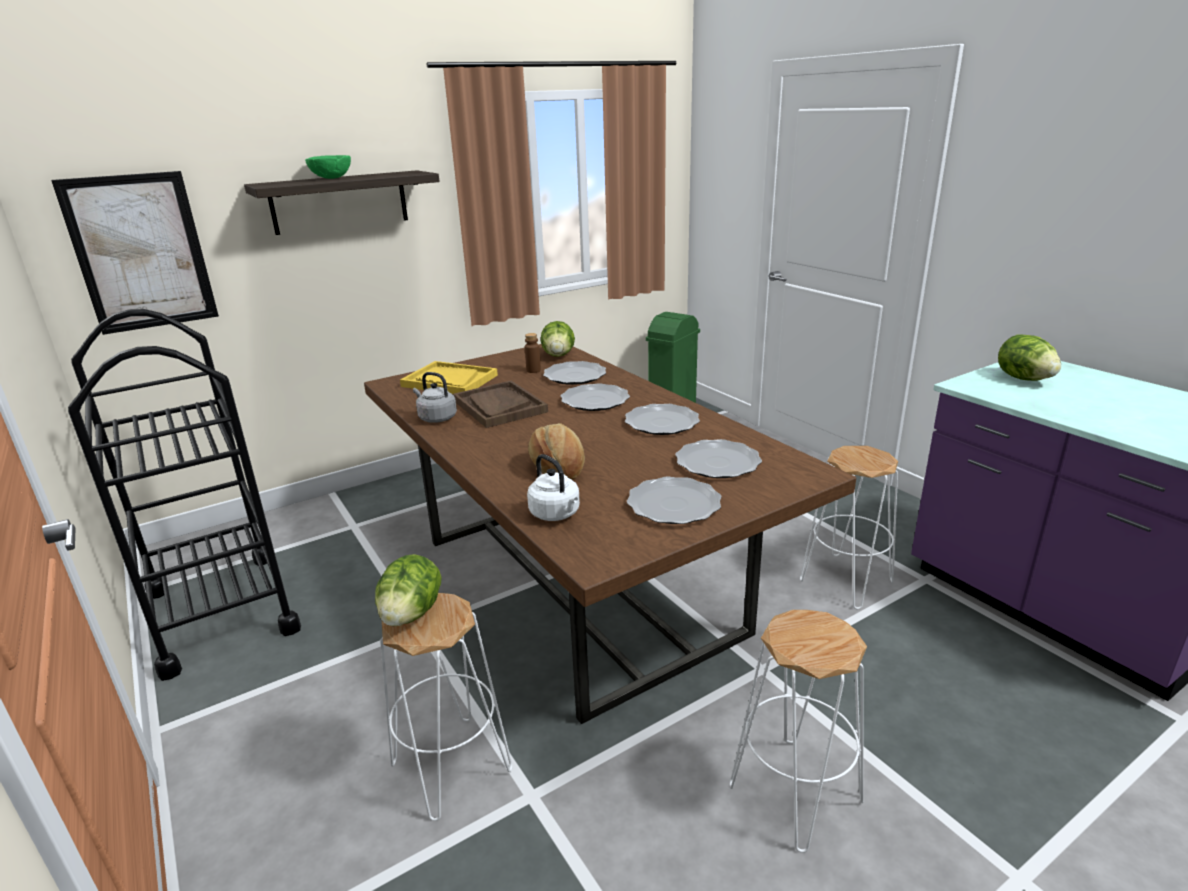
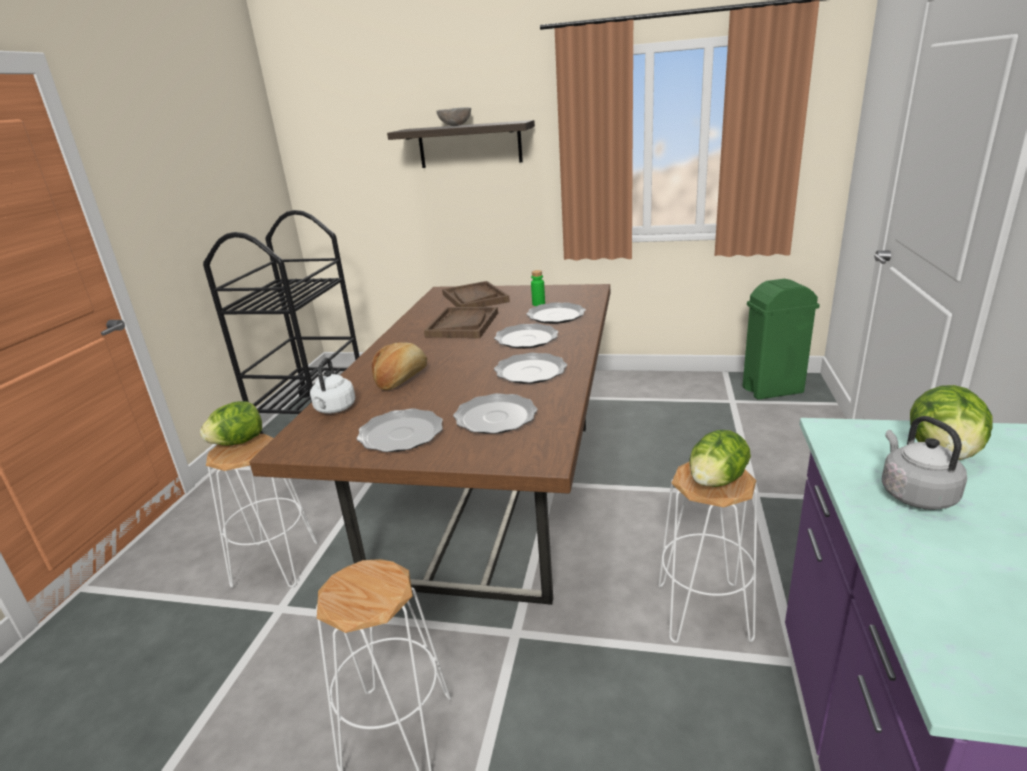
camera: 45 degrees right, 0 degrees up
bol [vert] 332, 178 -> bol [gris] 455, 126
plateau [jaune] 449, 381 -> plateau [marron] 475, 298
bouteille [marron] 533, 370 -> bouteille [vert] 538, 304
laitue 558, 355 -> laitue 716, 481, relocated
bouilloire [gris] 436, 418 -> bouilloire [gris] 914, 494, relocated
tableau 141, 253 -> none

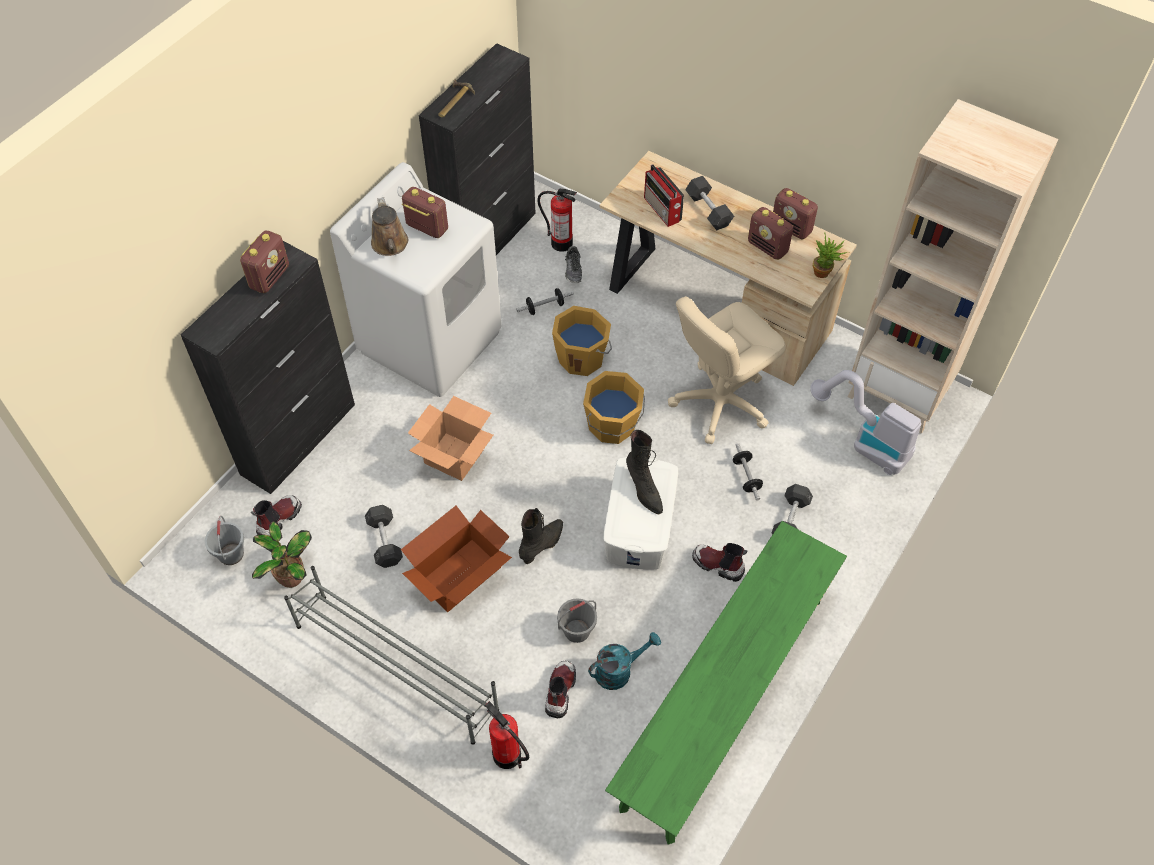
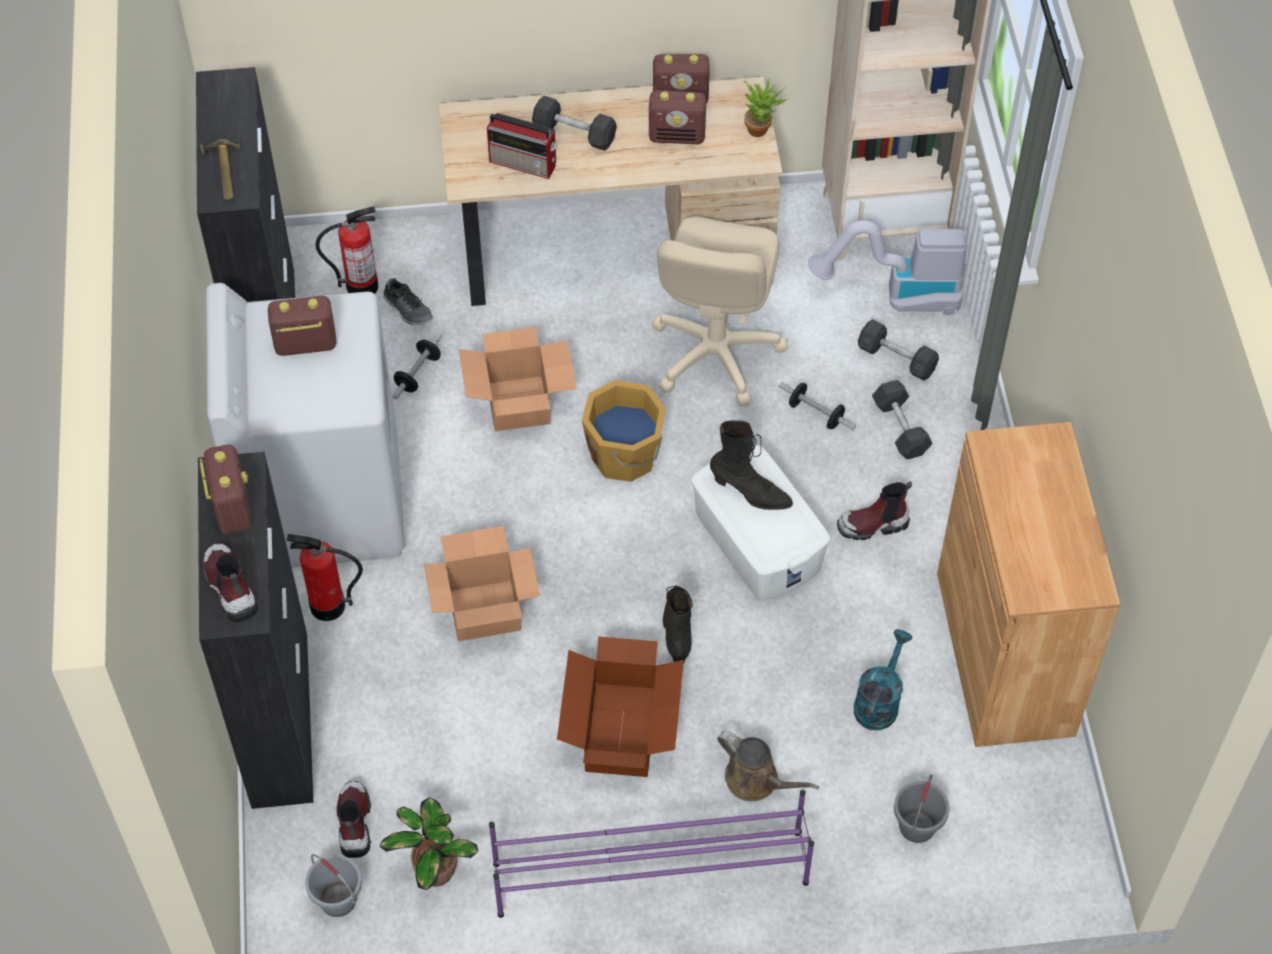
camera: 40 degrees left, 0 degrees up
botte 560, 691 -> botte 229, 587, relocated
extincteur 507, 755 -> extincteur 328, 606, relocated
seau [orange] 582, 357 -> carton 517, 403
étagère à chaussures [gris] 395, 666 -> étagère à chaussures [violet] 649, 872
arrosoir [marron] 390, 245 -> arrosoir [marron] 756, 780, relocated
haltère [gris] 385, 541 -> haltère [gris] 896, 359, relocated
seau [gris] 577, 630 -> seau [gris] 916, 826, relocated
banc [vert] 724, 700 -> meuble de rangement [marron] 1004, 653

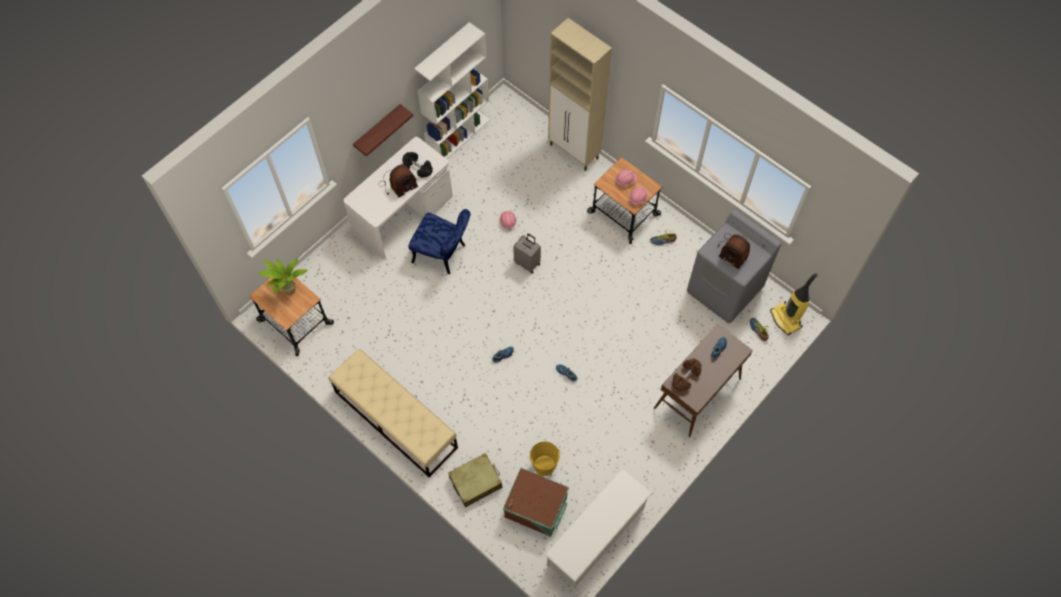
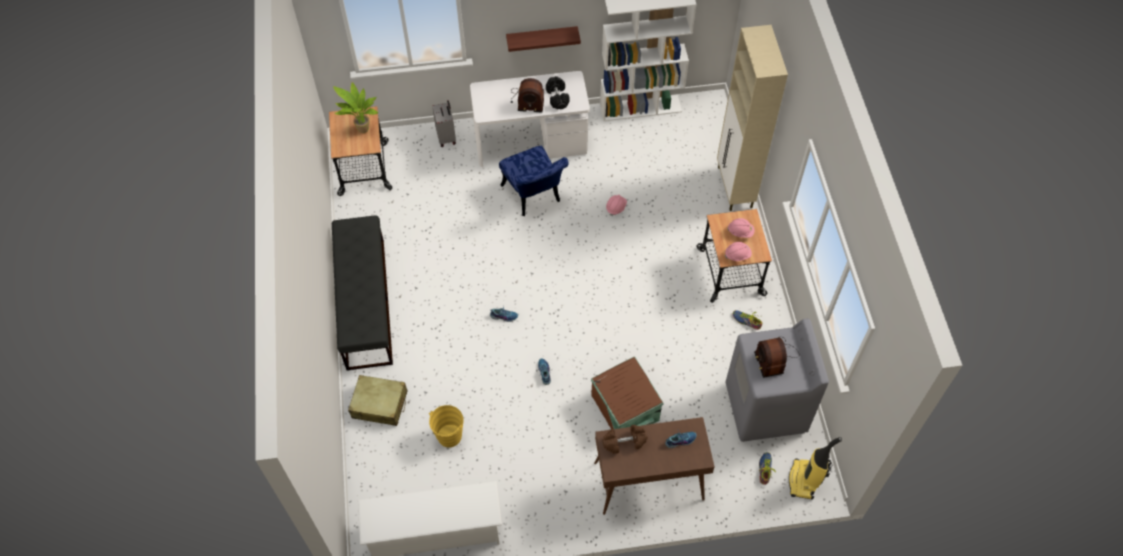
camera: 40 degrees right, 5 degrees down
banc [beige] 395, 419 -> banc [noir] 365, 303
valise [gris] 527, 263 -> valise [gris] 447, 137, relocated
boîte de rangement [marron] 536, 509 -> boîte de rangement [marron] 624, 409, relocated

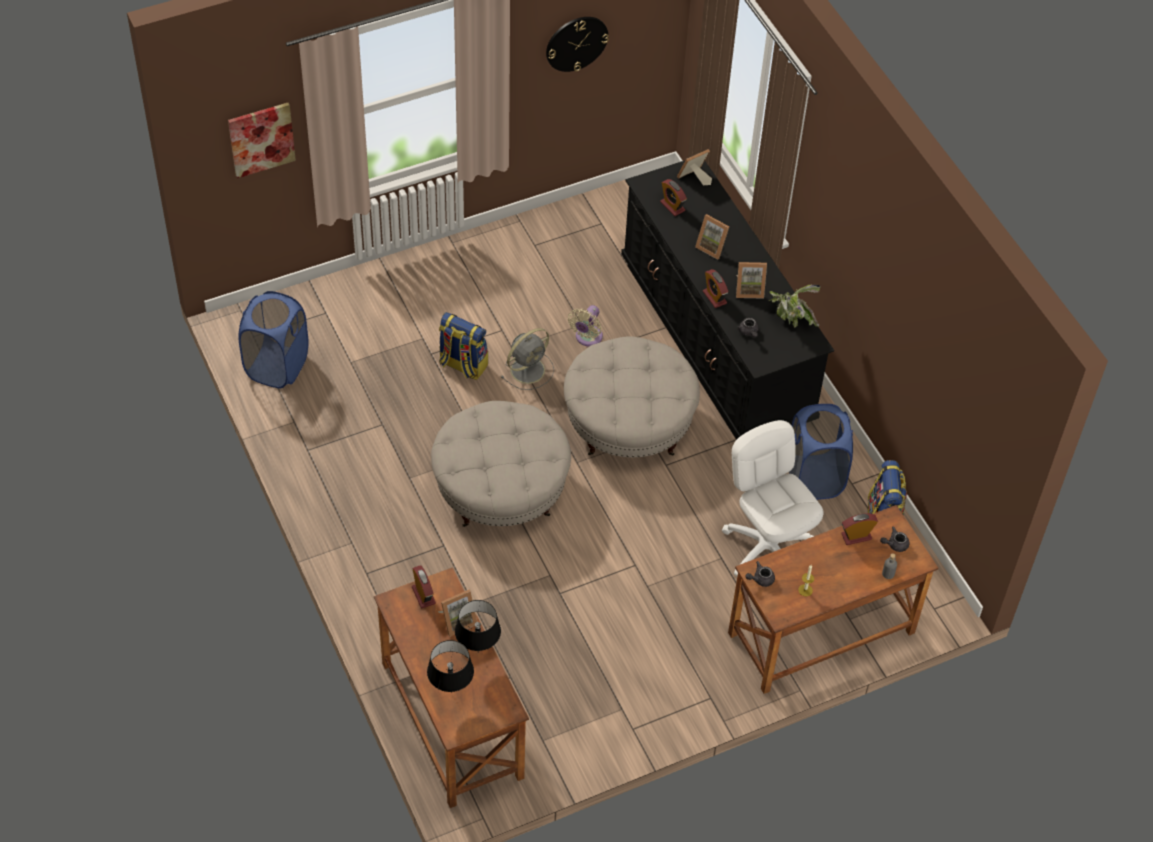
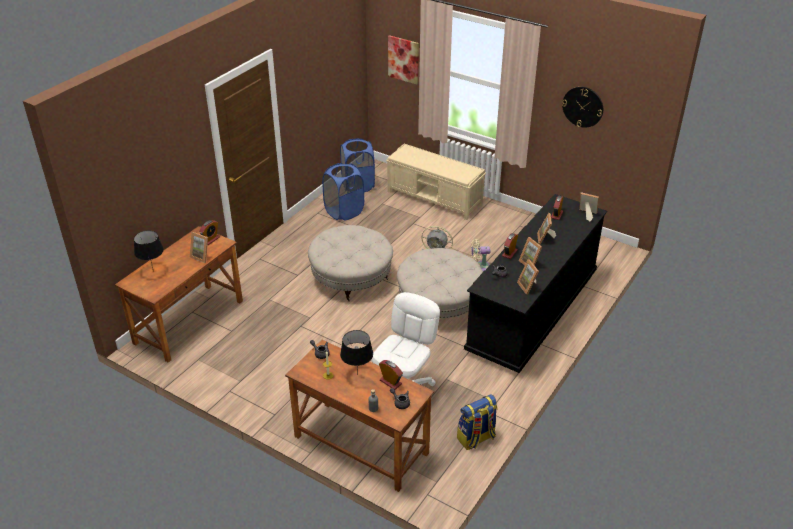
camera: 60 degrees right, 15 degrees down
panier à linge [bleu] 814, 477 -> panier à linge [bleu] 344, 212, relocated
lampe de table [noir] 478, 652 -> lampe de table [noir] 357, 375, relocated
none -> banc [beige] 435, 198
plante en pot 790, 318 -> cadre photo 528, 286
sac à dos 462, 365 -> none

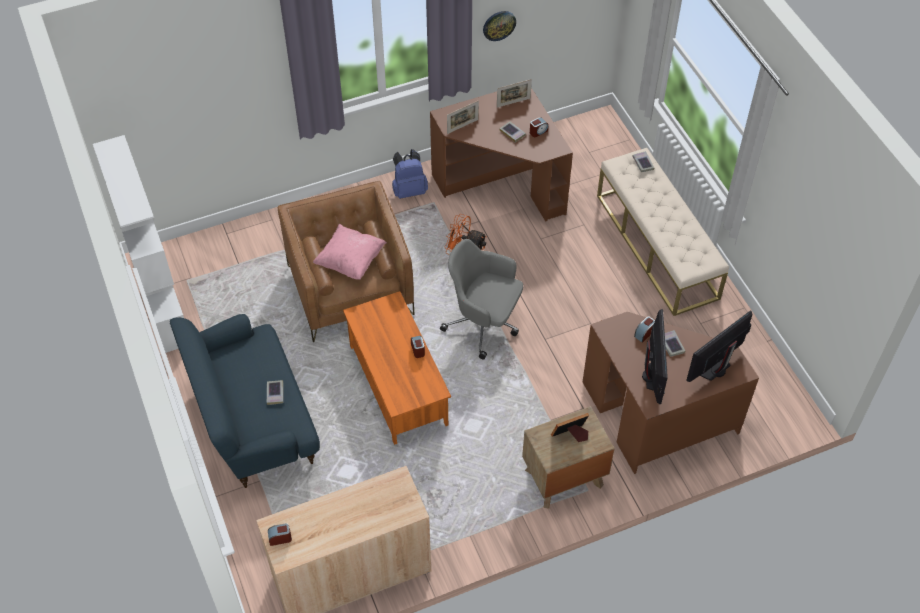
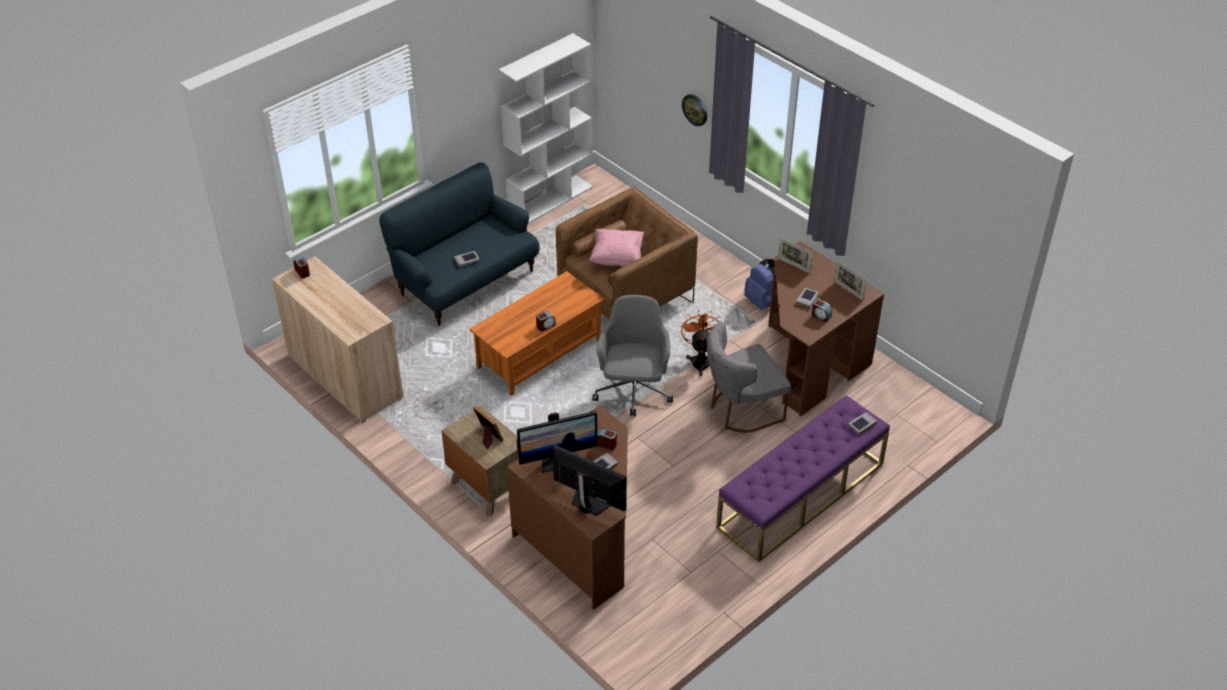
camera: 70 degrees right, 10 degrees down
horloge murale 499, 25 -> horloge murale 695, 109, relocated
none -> chaise [gris] 741, 410
banc [beige] 657, 246 -> banc [violet] 801, 495

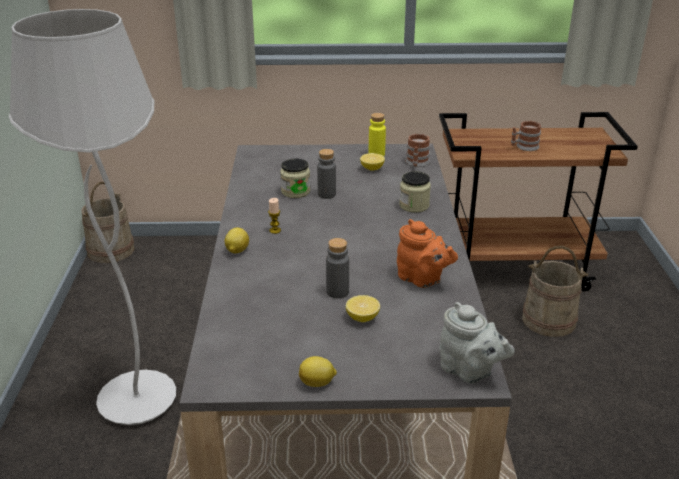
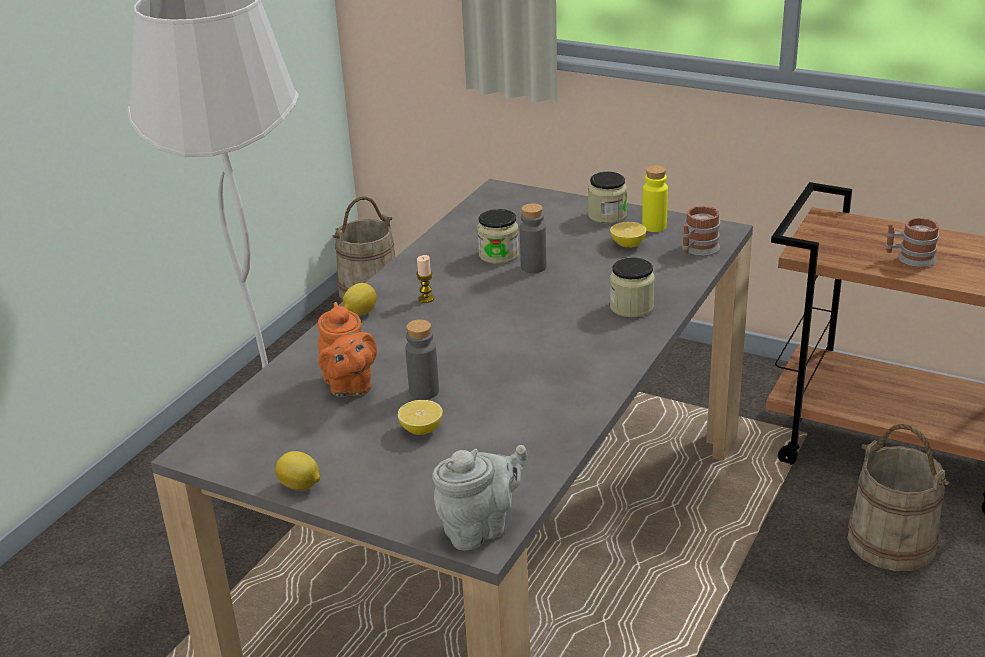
camera: 30 degrees right, 0 degrees up
théière [orange] 422, 279 -> théière [orange] 349, 386, relocated
théière [gris] 469, 371 -> théière [gris] 480, 528, 105 degrees counterclockwise
none -> bocal 607, 215

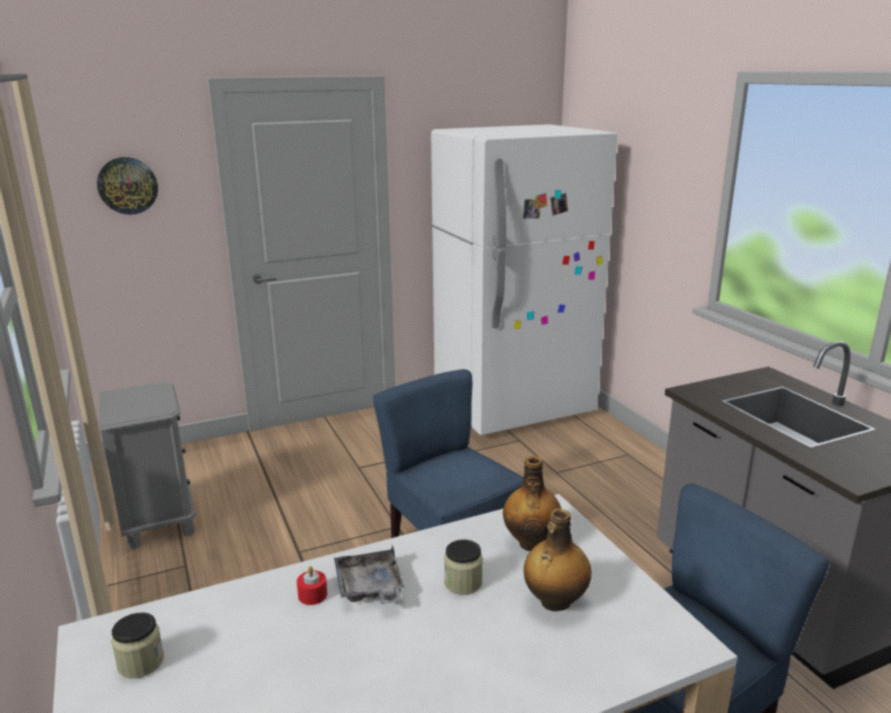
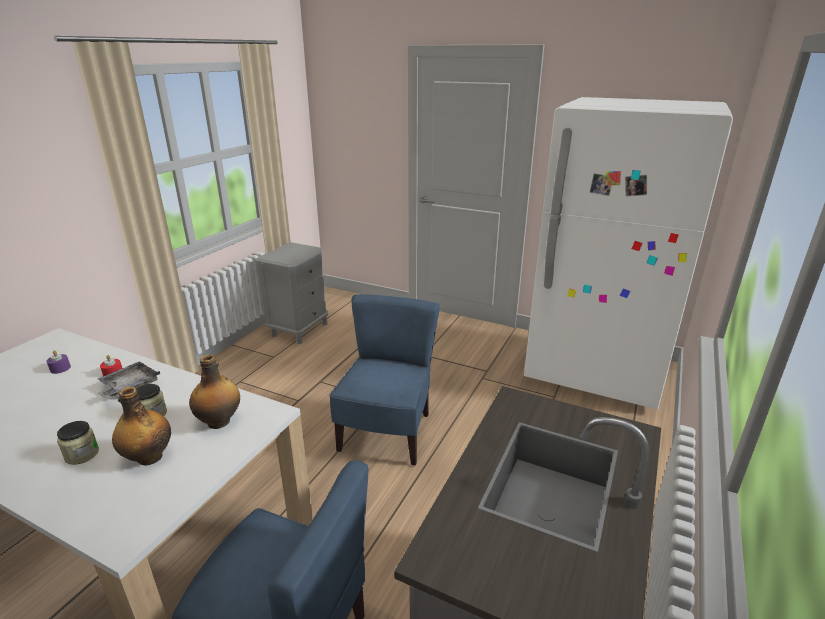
camera: 50 degrees right, 5 degrees up
none -> bougie [violet] 60, 368
bocal 141, 662 -> bocal 82, 454, relocated
horloge murale 127, 185 -> none

